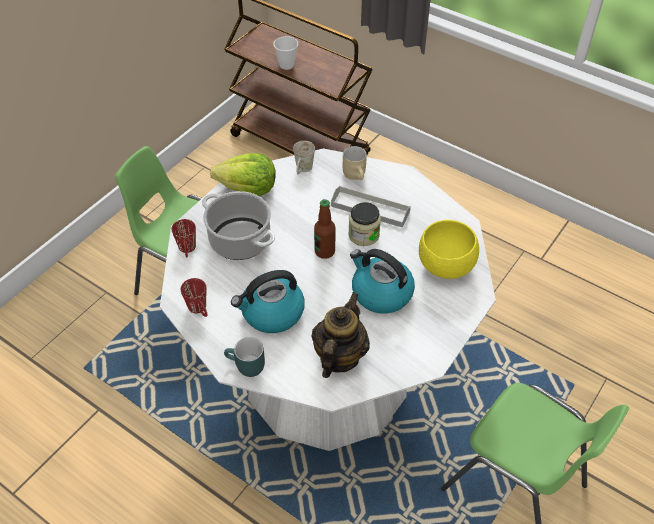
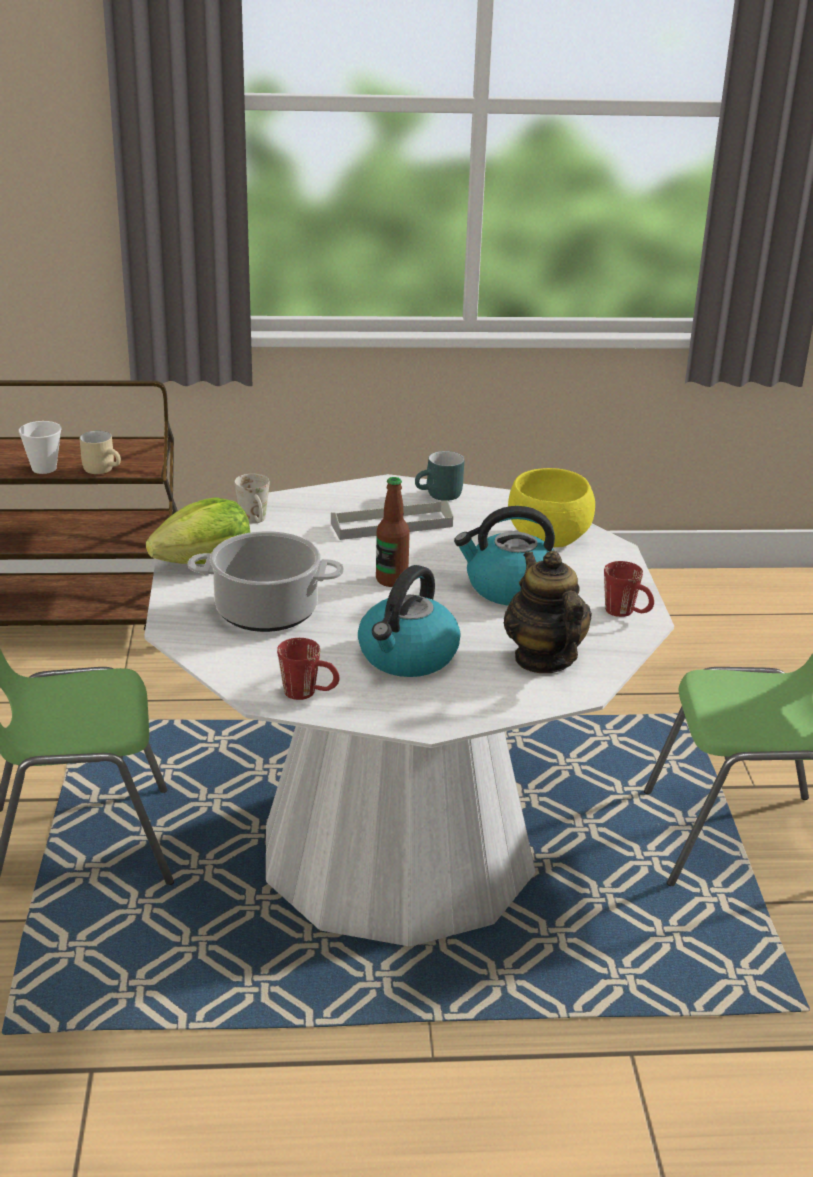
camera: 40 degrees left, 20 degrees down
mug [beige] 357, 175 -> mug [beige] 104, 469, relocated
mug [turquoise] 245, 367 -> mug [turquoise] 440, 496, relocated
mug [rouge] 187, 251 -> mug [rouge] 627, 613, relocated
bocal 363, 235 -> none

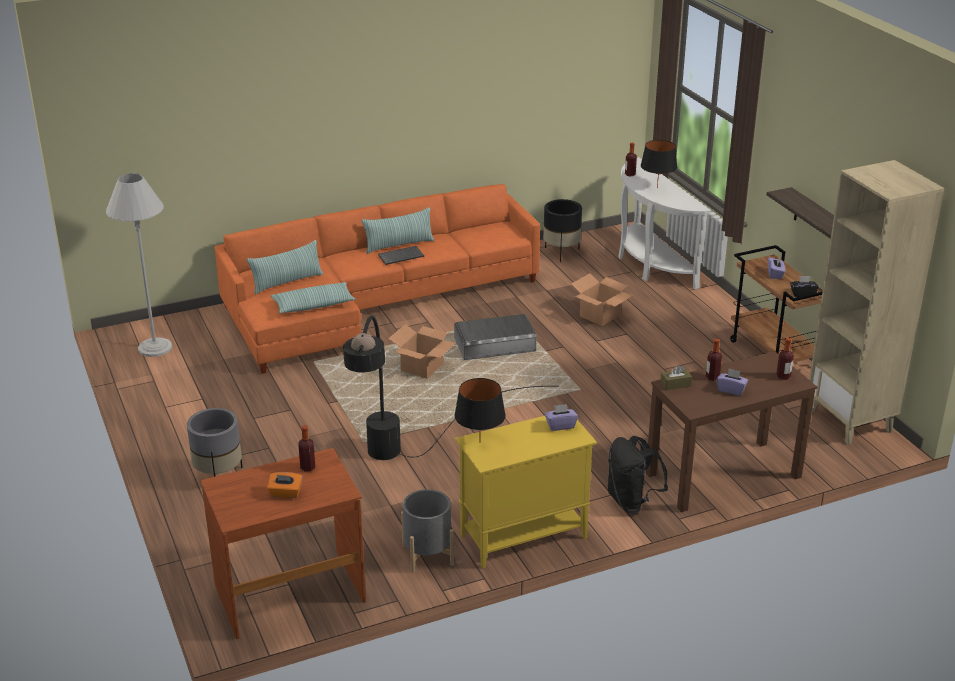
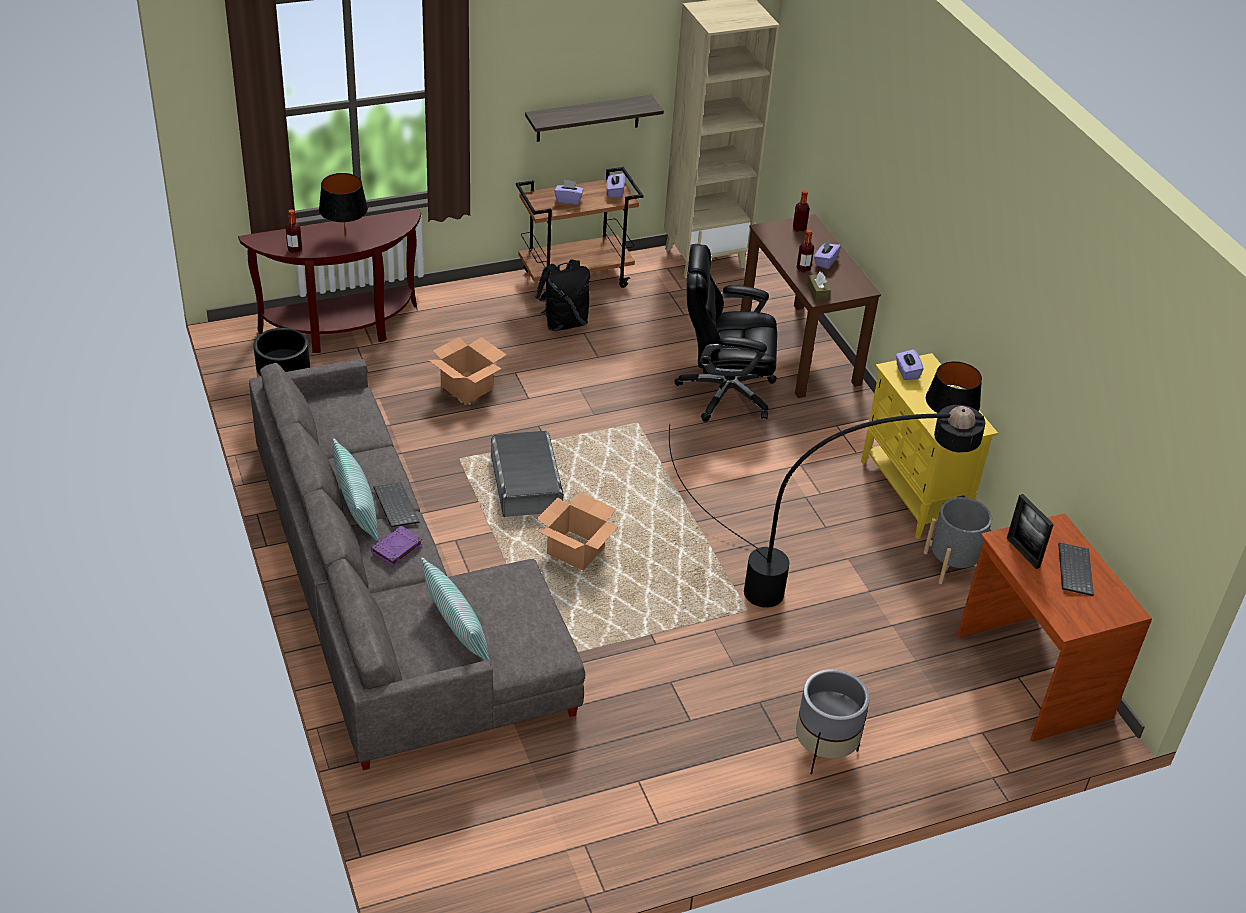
camera: 90 degrees left, 10 degrees up
table console [blanc] 650, 264 -> table console [marron] 342, 330
canapé [orange] 369, 303 -> canapé [gris] 390, 598
none -> livre [violet] 396, 549
sac à dos [noir] 632, 502 -> sac à dos [noir] 564, 323, relocated
boîte à mouchoirs [noir] 802, 294 -> boîte à mouchoirs [violet] 615, 192
none -> chaise de bureau [noir] 724, 392
bouteille 307, 467 -> cadre photo 1023, 552
boîte à mouchoirs [orange] 285, 493 -> clavier 1073, 569
lampadaire [blanc] 155, 348 -> none
coussin 313, 305 -> none

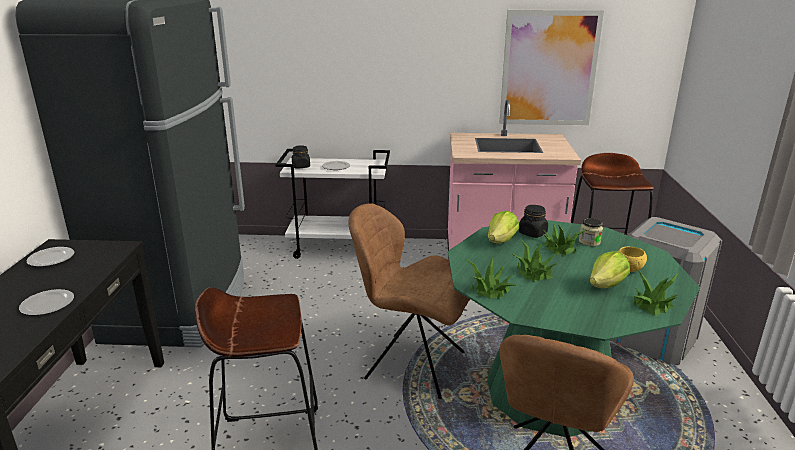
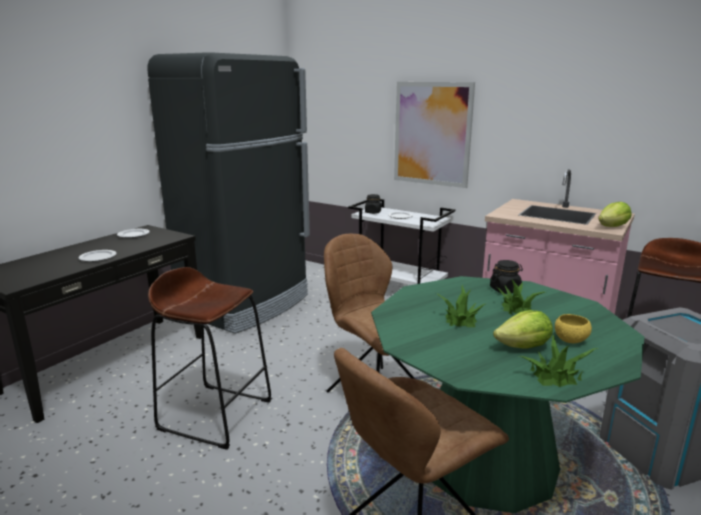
camera: 30 degrees right, 5 degrees down
tableau 549, 69 -> tableau 432, 134, relocated
laitue 501, 241 -> laitue 613, 227, relocated
plante en pot 489, 289 -> none
bocal 589, 242 -> none

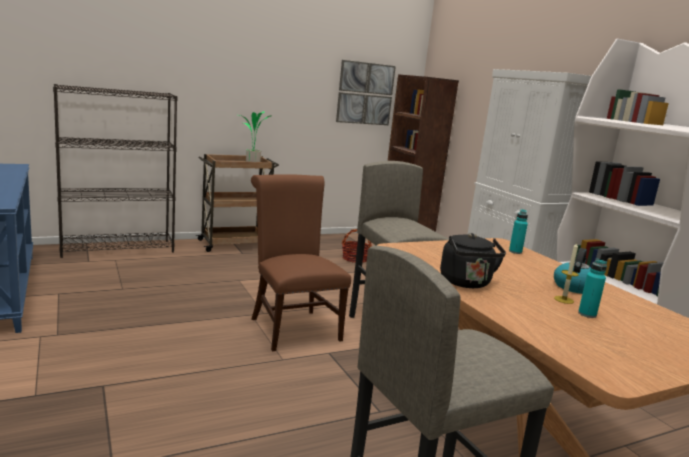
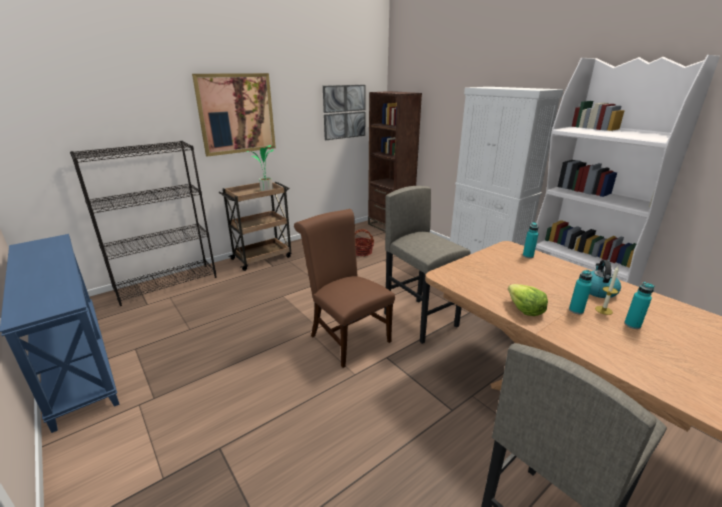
camera: 10 degrees left, 10 degrees up
none -> tableau 236, 114
bouilloire [noir] 466, 283 -> laitue 524, 309
none -> bouteille [turquoise] 576, 310

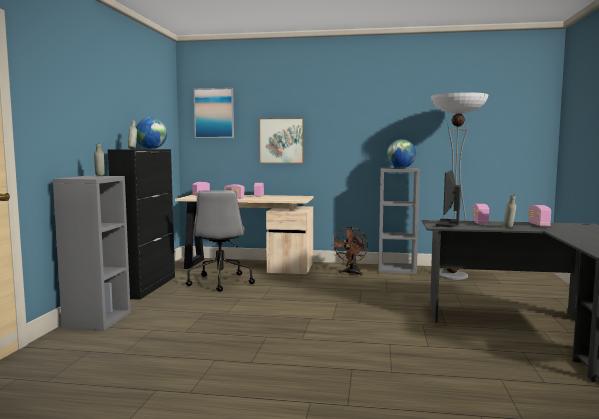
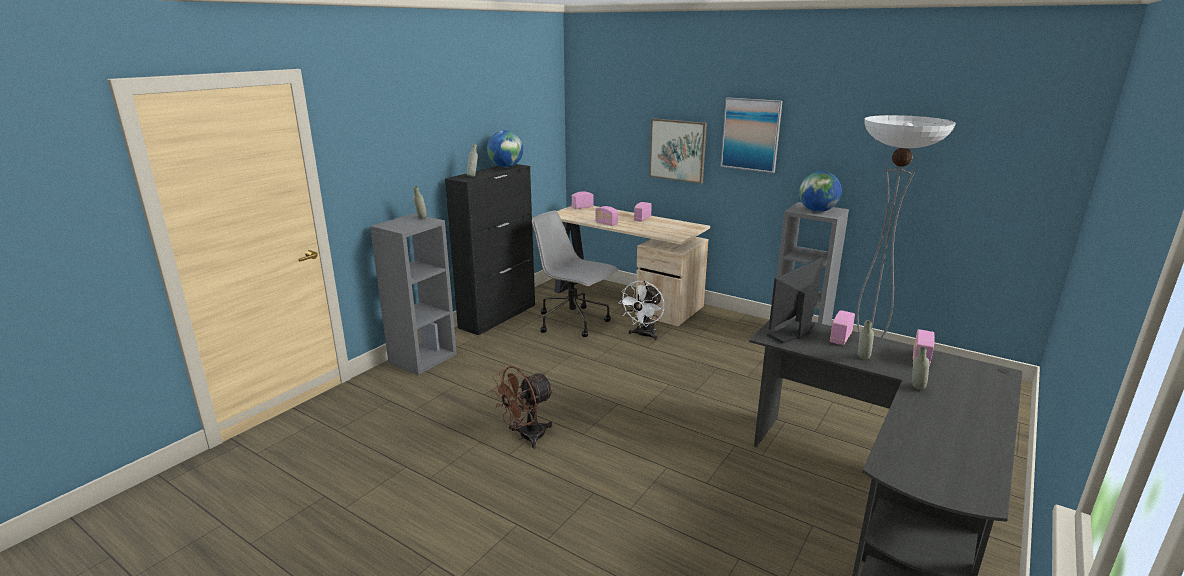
camera: 25 degrees right, 15 degrees up
ventilateur [marron] 351, 273 -> ventilateur [marron] 526, 437, relocated
chaise de bureau [gris] 220, 282 -> chaise de bureau [gris] 573, 322, 105 degrees clockwise
none -> ventilateur [blanc] 643, 335
tableau 214, 113 -> tableau 751, 134, relocated
none -> bouteille [gris] 916, 390

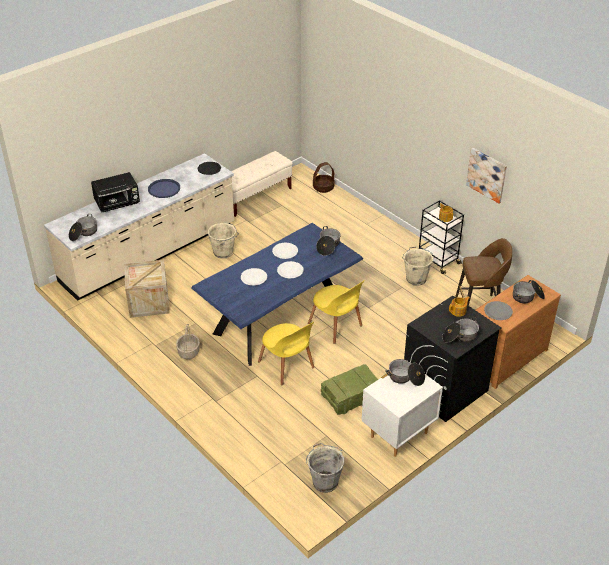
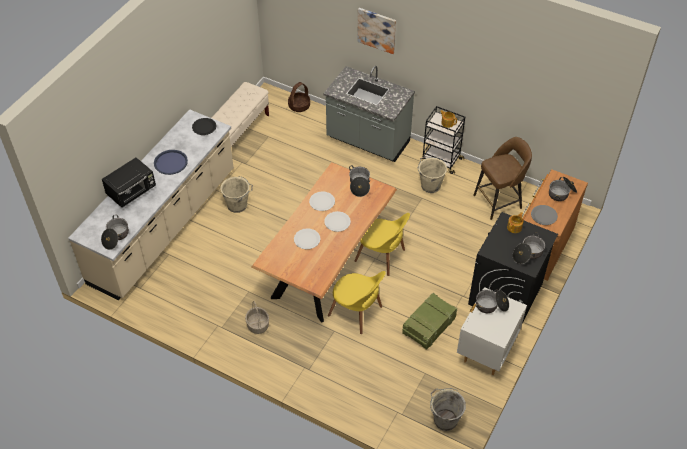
camera: 20 degrees left, 10 degrees up
table à manger [bleu] 279, 320 -> table à manger [marron] 327, 265
none -> comptoir de cuisine [gris] 367, 141
tableau 487, 175 -> tableau 377, 30, relocated
caisse 148, 302 -> none

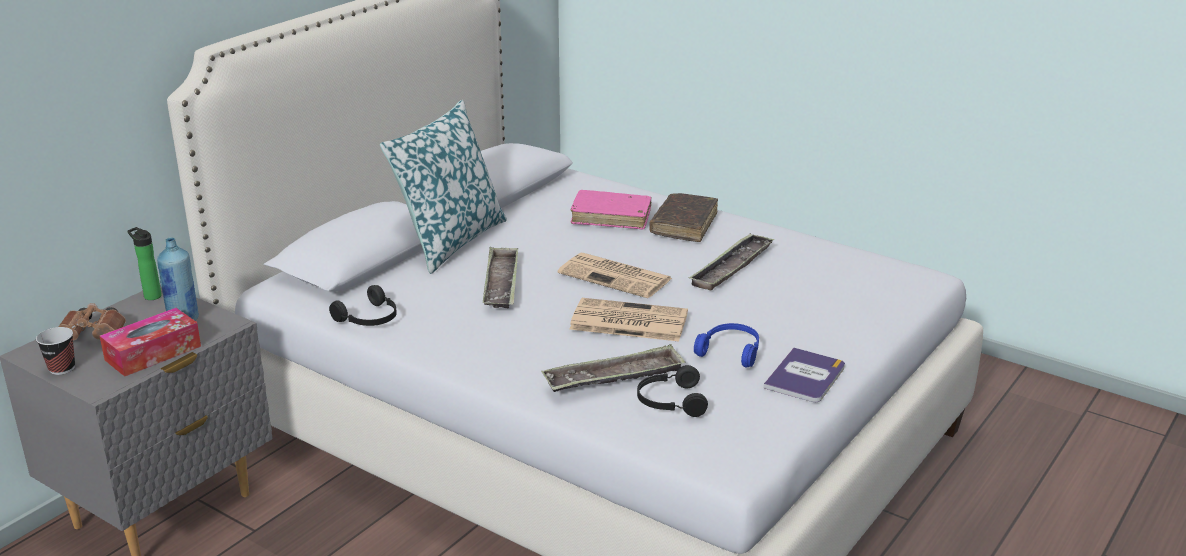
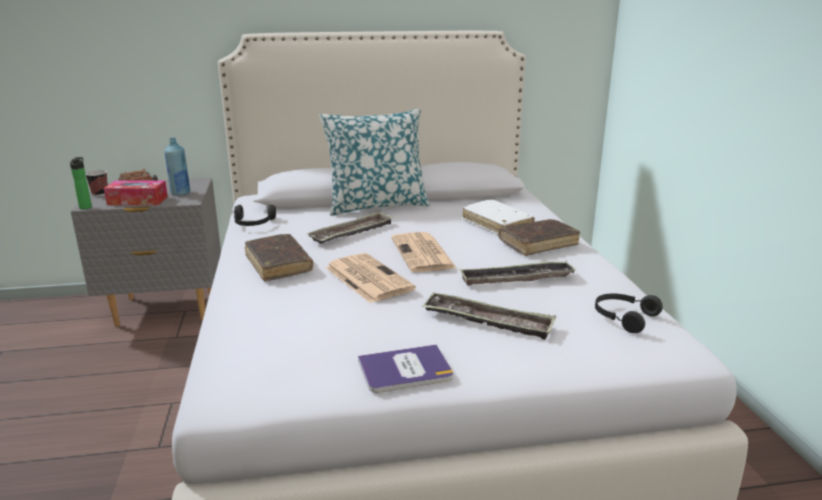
camera: 45 degrees right, 5 degrees down
bouteille 151, 295 -> bouteille 86, 207, relocated
none -> livre [marron] 278, 264
plateau 614, 377 -> plateau 487, 321, relocated
livre [rose] 611, 217 -> livre [blanc] 497, 224
casque audio [noir] 670, 402 -> casque audio [noir] 623, 317, relocated
casque audio [bleu] 731, 351 -> none

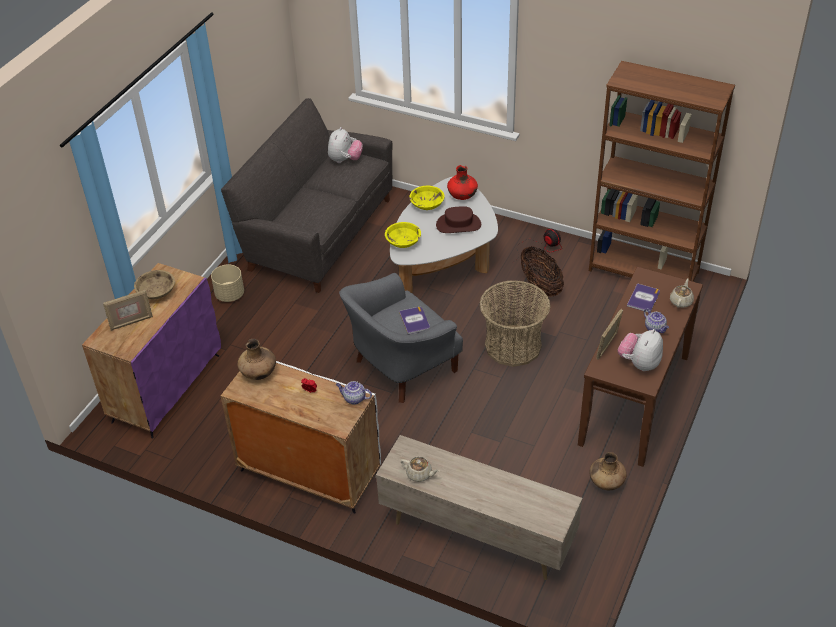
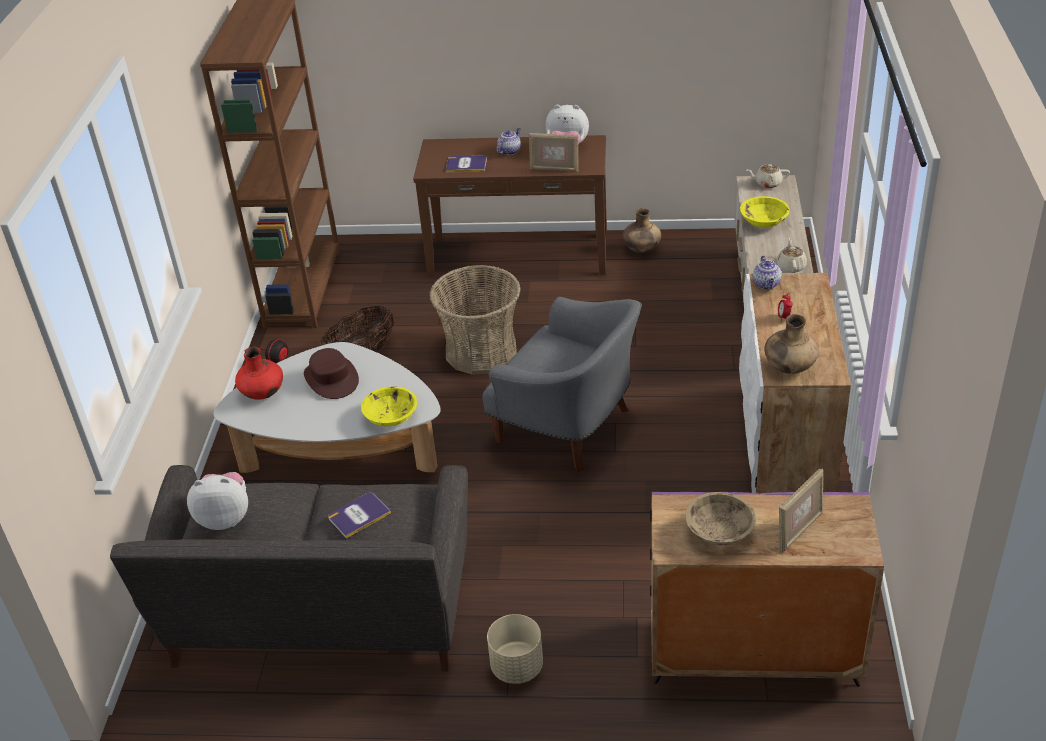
camera: 110 degrees left, 5 degrees down
livre 414, 320 -> livre 359, 515, relocated
bol [jaune] 427, 205 -> bol [jaune] 764, 222, relocated
théière [beige] 681, 301 -> théière [beige] 767, 183, relocated
cadre photo 131, 322 -> cadre photo 799, 530, 90 degrees clockwise

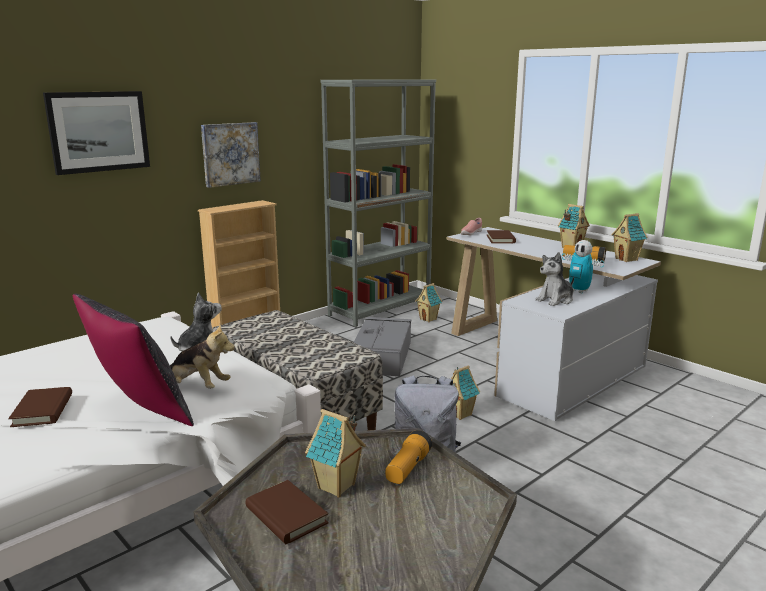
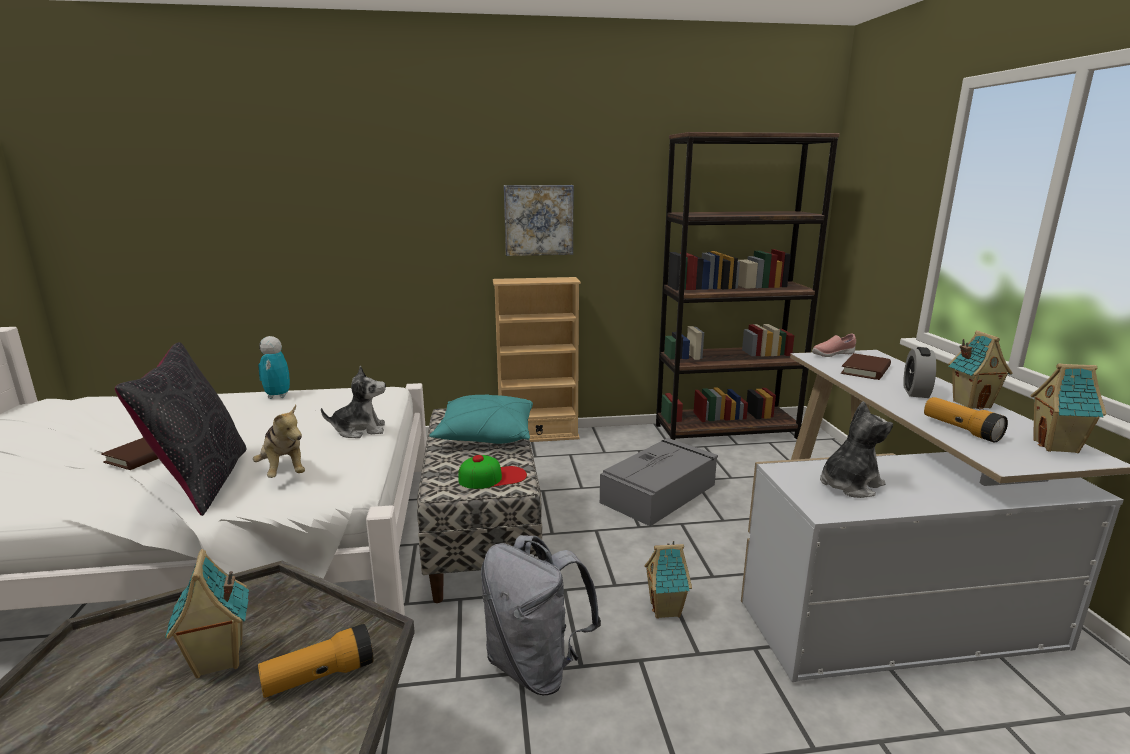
camera: 35 degrees right, 0 degrees up
robot jouet 579, 291 -> robot jouet 278, 396, relocated
none -> coussin [turquoise] 485, 435
none -> casquette 493, 477
bibliothèque [gris] 380, 308 -> bibliothèque [marron] 726, 431
peluche 555, 300 -> peluche 849, 485, 150 degrees clockwise
none -> réveil 915, 392
tableau 98, 131 -> none
livre [marron] 286, 515 -> none
maison miniature 428, 319 -> none

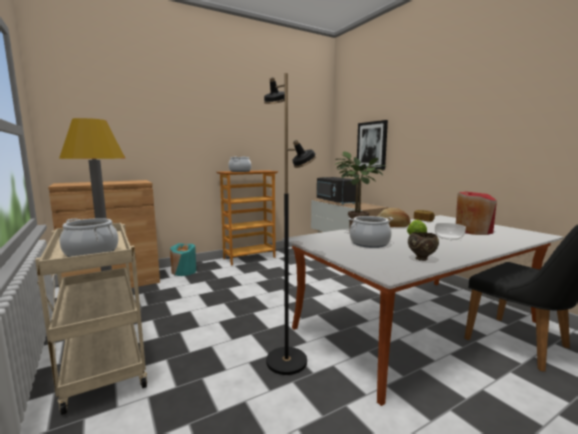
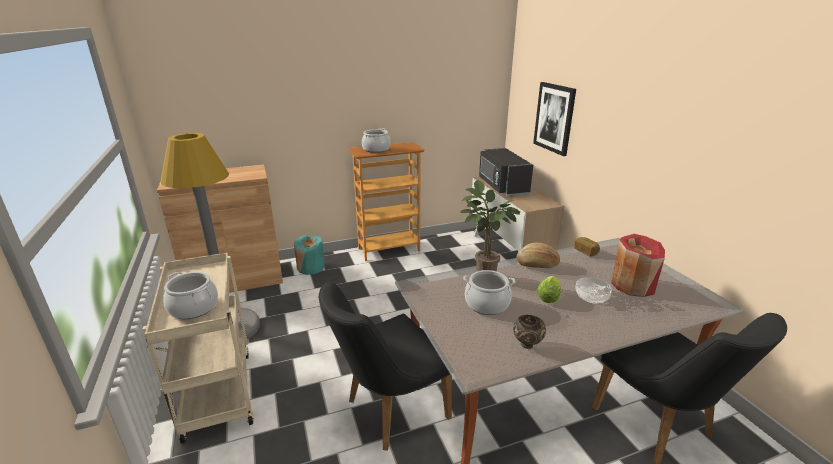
camera: 10 degrees right, 15 degrees up
lampadaire [noir] 287, 361 -> chaise [noir] 388, 411

